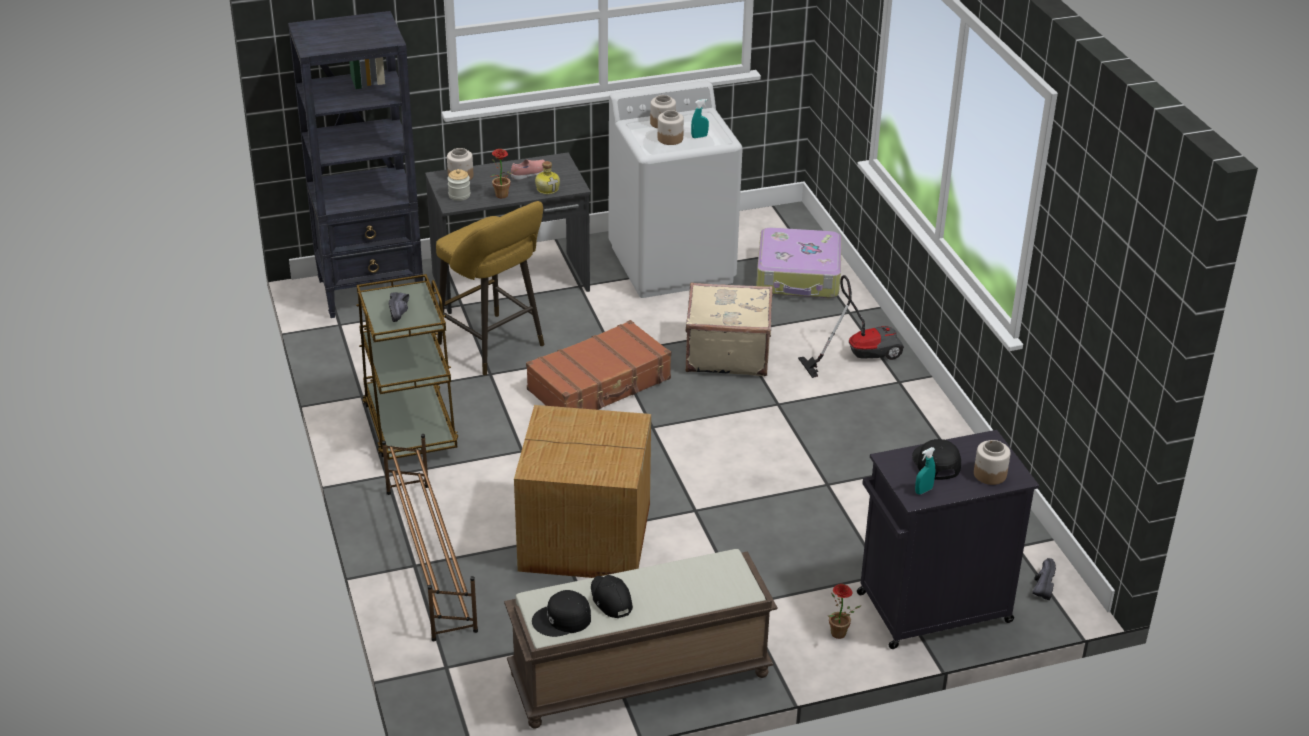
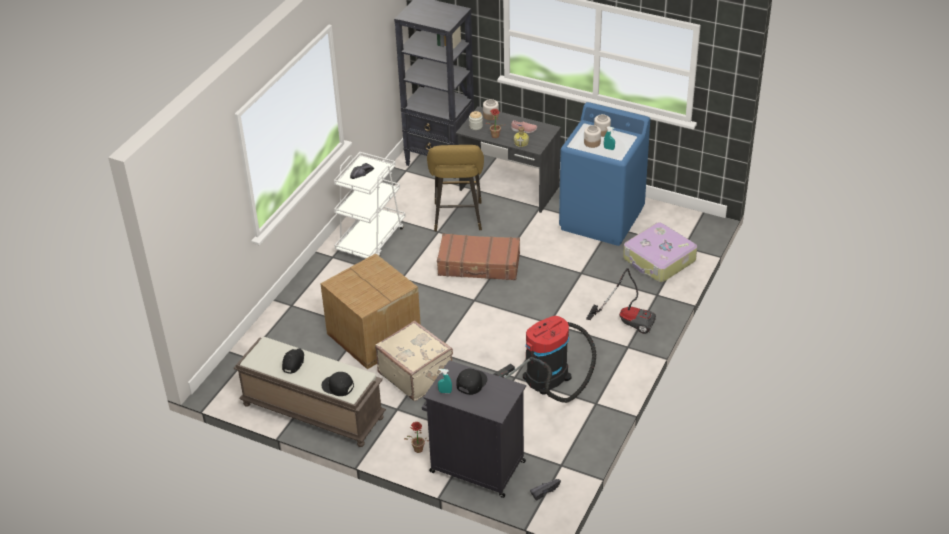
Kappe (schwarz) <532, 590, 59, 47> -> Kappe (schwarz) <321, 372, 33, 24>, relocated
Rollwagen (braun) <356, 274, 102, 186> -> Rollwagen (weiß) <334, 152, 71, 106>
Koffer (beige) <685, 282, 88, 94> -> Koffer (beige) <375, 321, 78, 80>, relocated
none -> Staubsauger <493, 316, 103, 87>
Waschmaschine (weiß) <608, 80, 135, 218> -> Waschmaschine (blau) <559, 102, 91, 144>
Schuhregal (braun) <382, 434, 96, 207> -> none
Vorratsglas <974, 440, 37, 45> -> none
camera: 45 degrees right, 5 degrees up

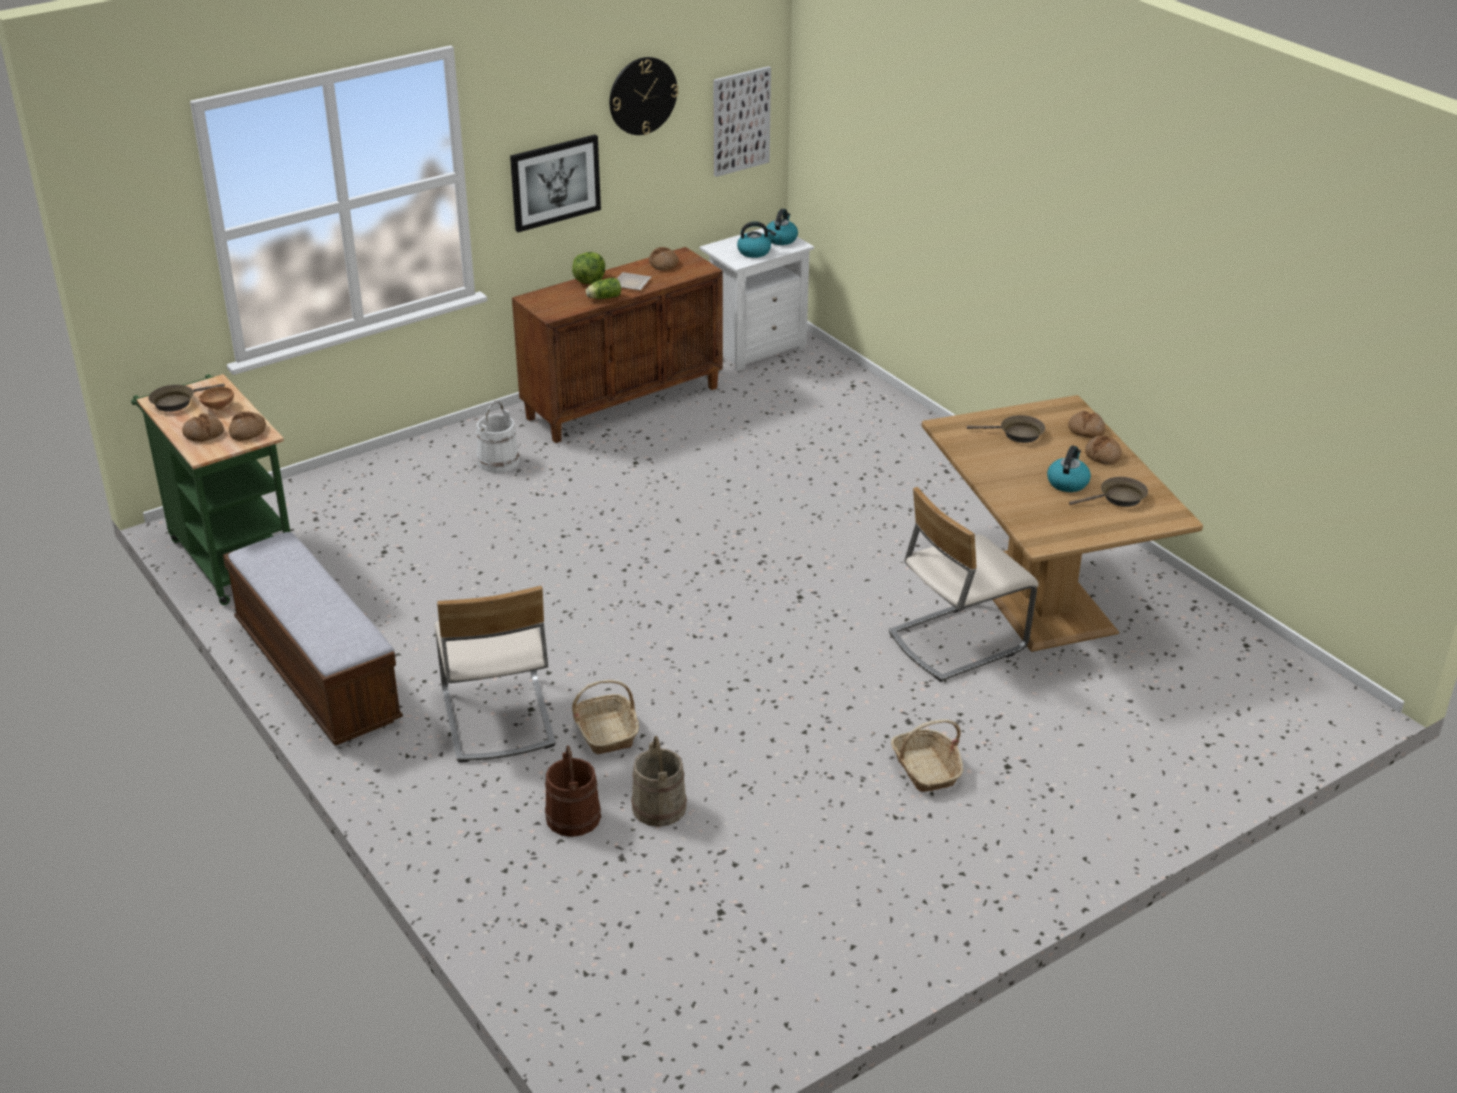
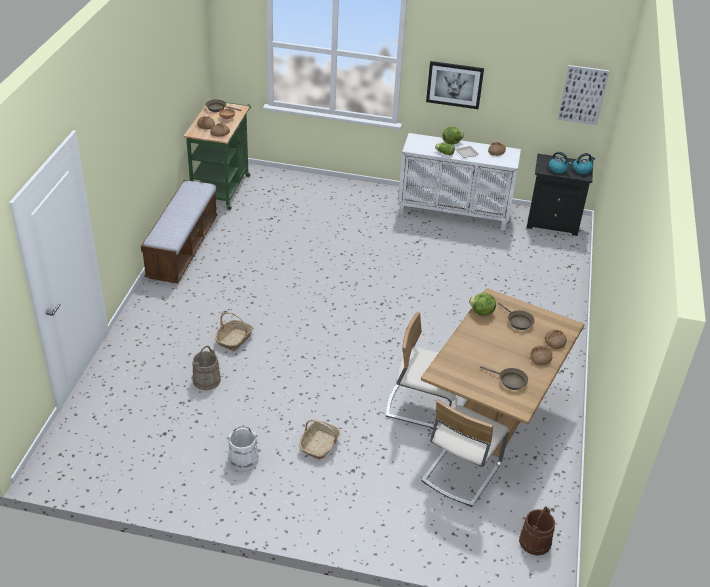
Eimer (weiß) <476, 401, 44, 72> -> Eimer (weiß) <226, 425, 33, 46>, relocated
Schrank (braun) <512, 247, 211, 196> -> Schrank (weiß) <398, 133, 123, 98>
Stuhl (beige) <434, 586, 122, 176> -> Stuhl (beige) <421, 400, 88, 107>, relocated
none -> Salatkopf <469, 293, 27, 23>
Eimer (braun) <545, 745, 56, 92> -> Eimer (braun) <519, 506, 36, 49>, relocated
Nachttisch (weiß) <699, 228, 115, 143> -> Nachttisch (schwarz) <527, 154, 66, 82>
Wanduhr <610, 57, 68, 78> -> none
Wasserkessel <1047, 446, 44, 46> -> none
camera: 45 degrees right, 5 degrees up

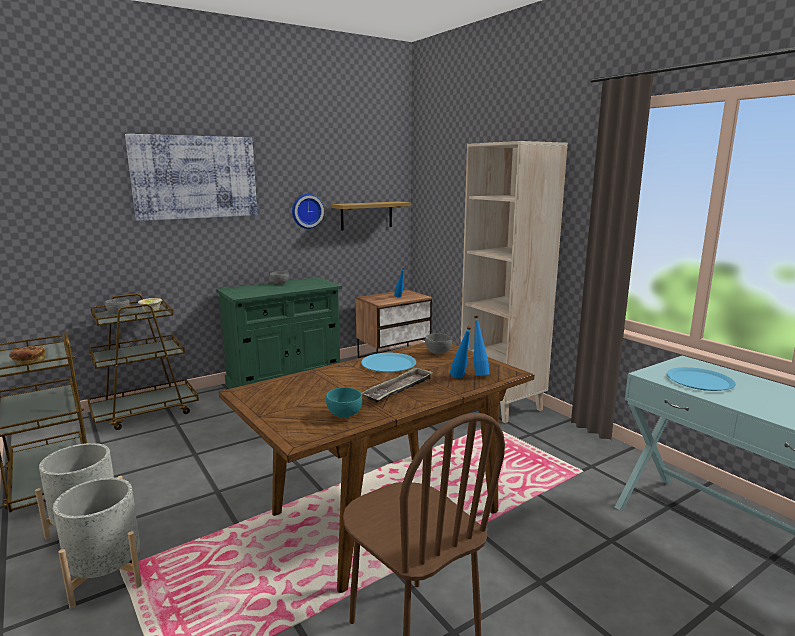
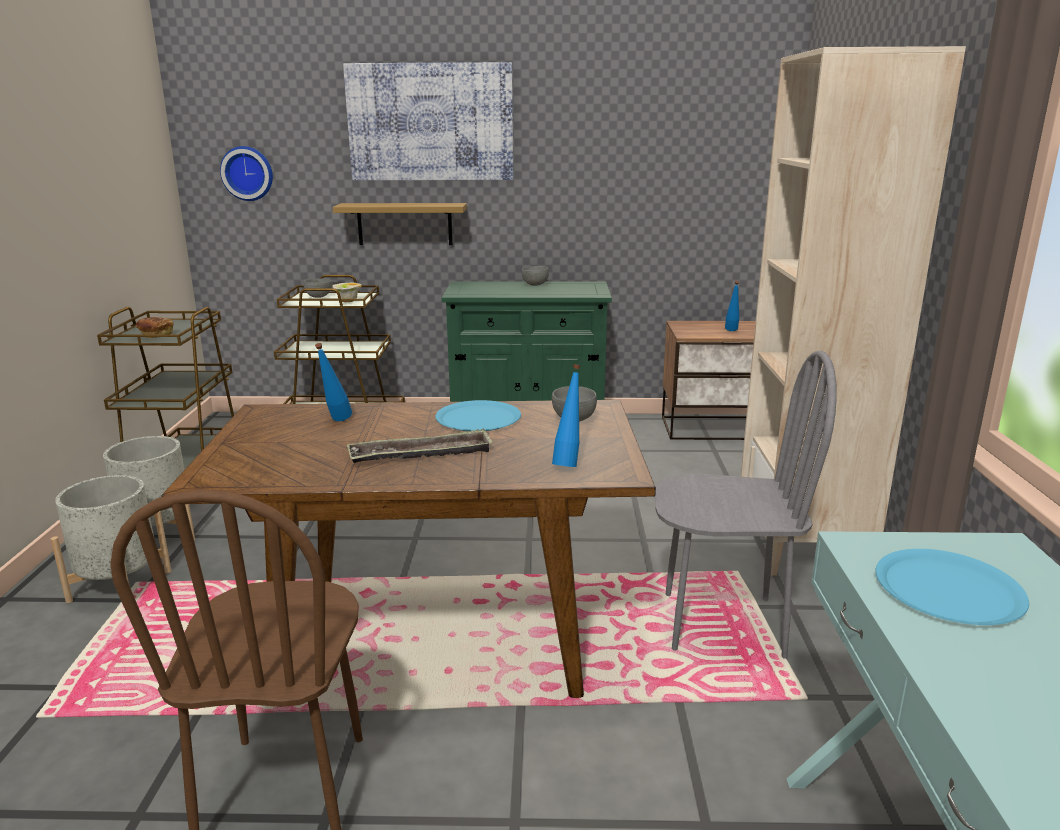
Wanduhr <292, 194, 32, 35> -> Wanduhr <220, 146, 53, 55>, relocated
Flasche (blau) <450, 325, 22, 54> -> Flasche (blau) <315, 343, 37, 78>, relocated
Wandregal <332, 201, 79, 30> -> Wandregal <332, 203, 135, 42>, relocated
none -> Stuhl (grau) <654, 351, 183, 308>
Schüssel (türkis) <326, 387, 36, 31> -> none
camera: 35 degrees right, 5 degrees up

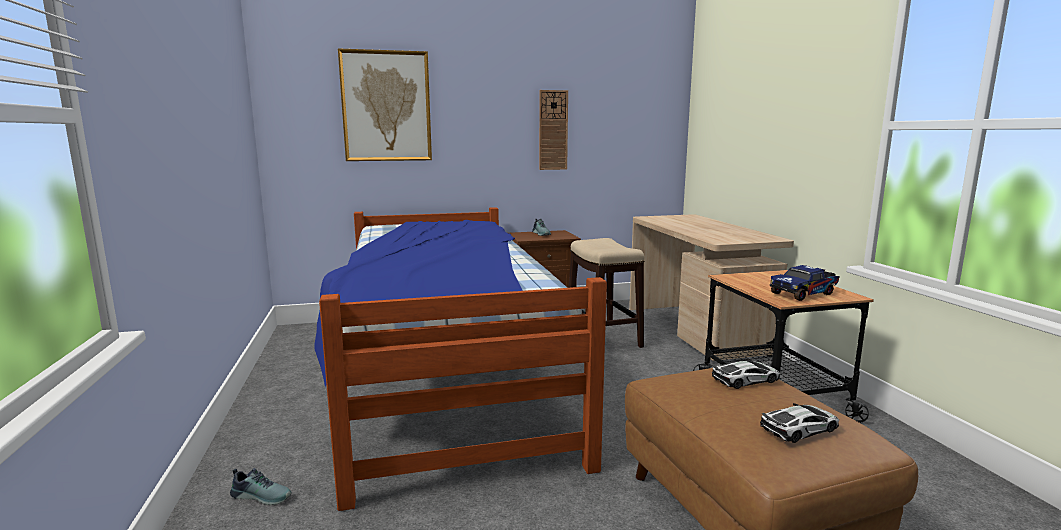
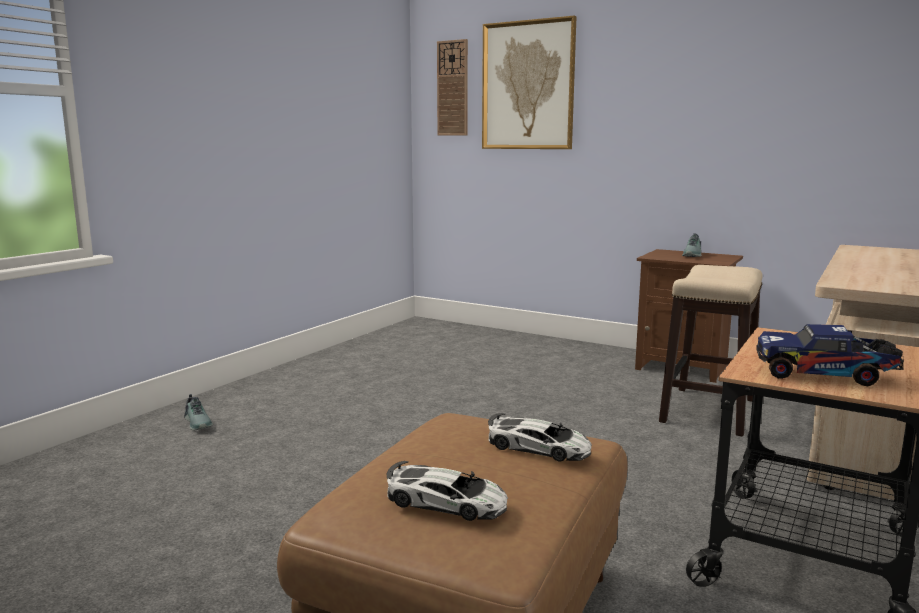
Wanduhr <539, 90, 29, 80> -> Wanduhr <437, 39, 31, 97>, relocated
Bett <314, 207, 293, 304> -> none
camera: 45 degrees right, 0 degrees up

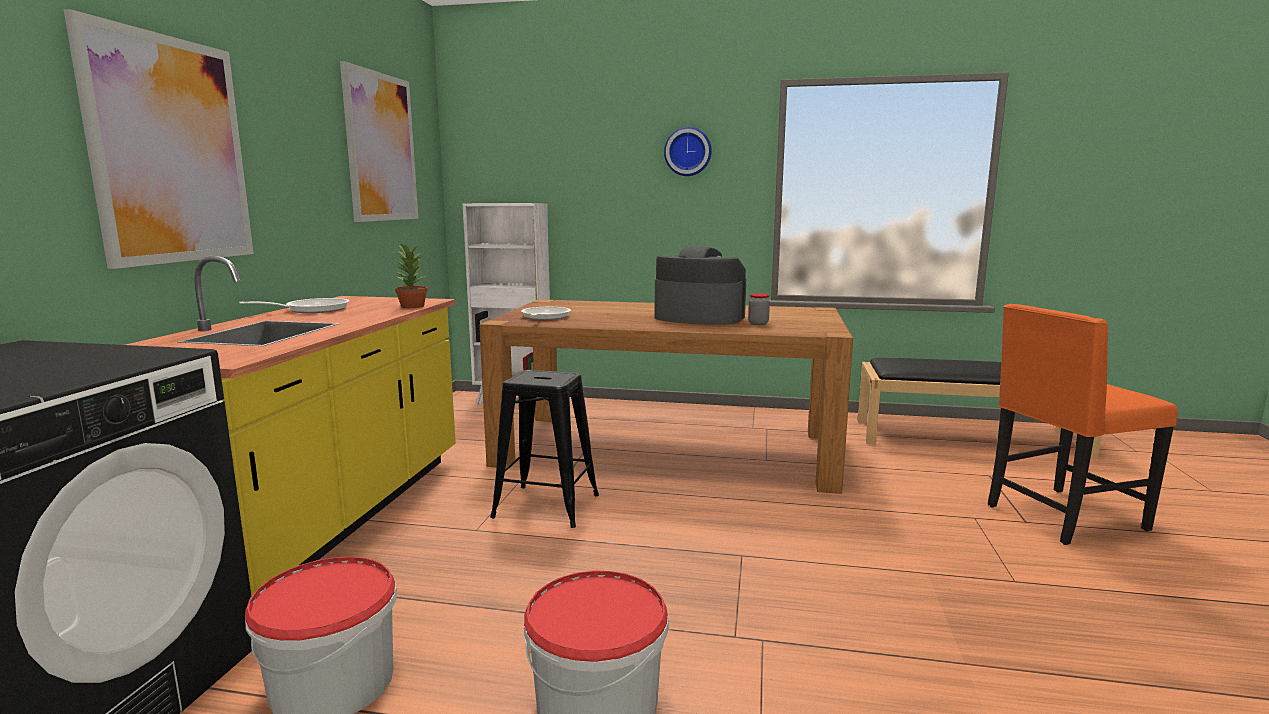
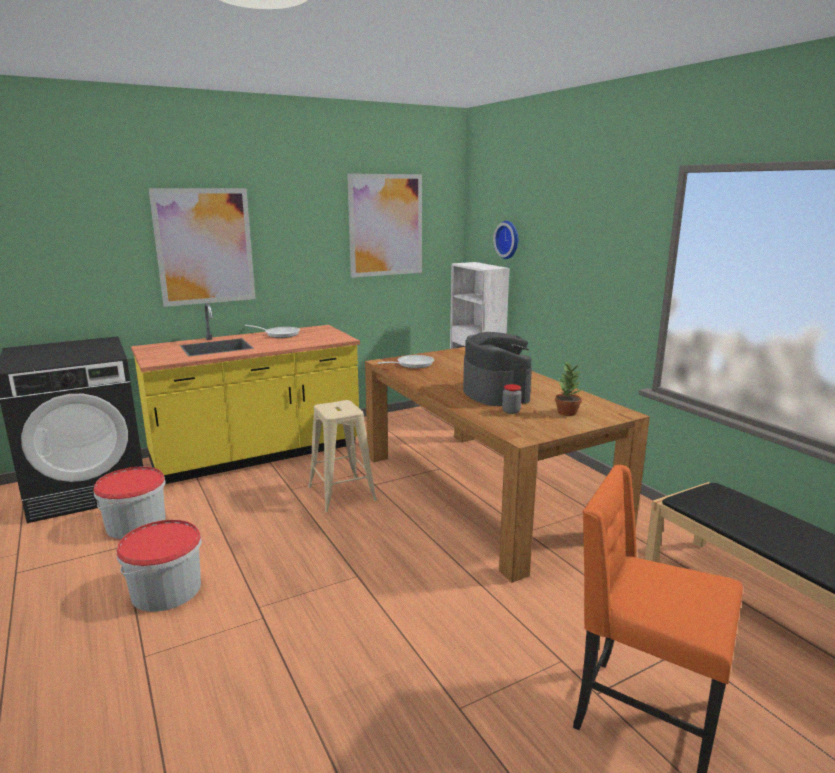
Hocker (schwarz) <490, 370, 109, 158> -> Hocker (beige) <308, 400, 69, 112>
Wanduhr <664, 127, 48, 49> -> Wanduhr <493, 221, 25, 38>, relocated
Topfpflanze <395, 243, 33, 65> -> Topfpflanze <555, 362, 27, 54>, relocated
camera: 50 degrees right, 5 degrees up

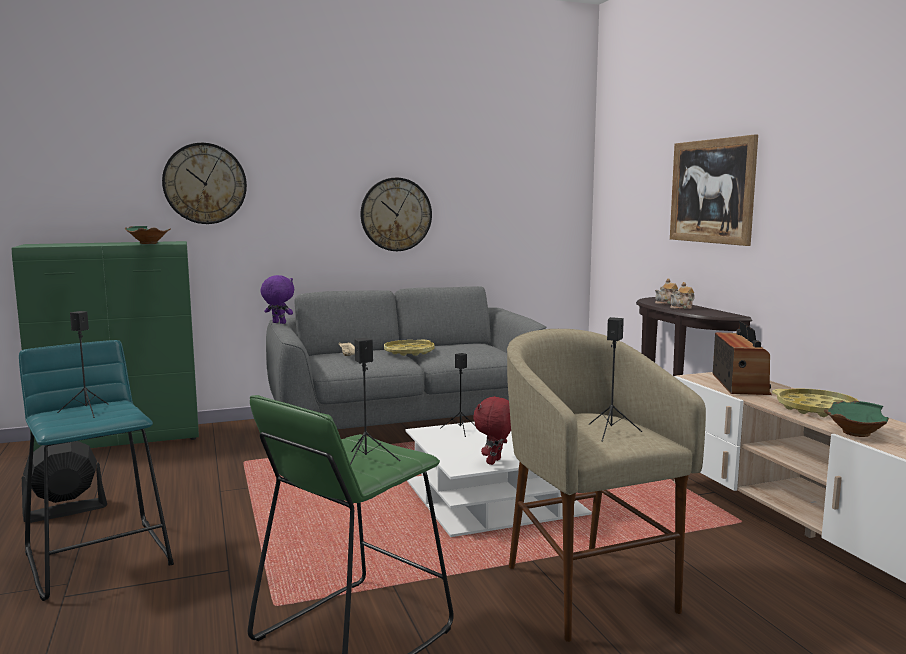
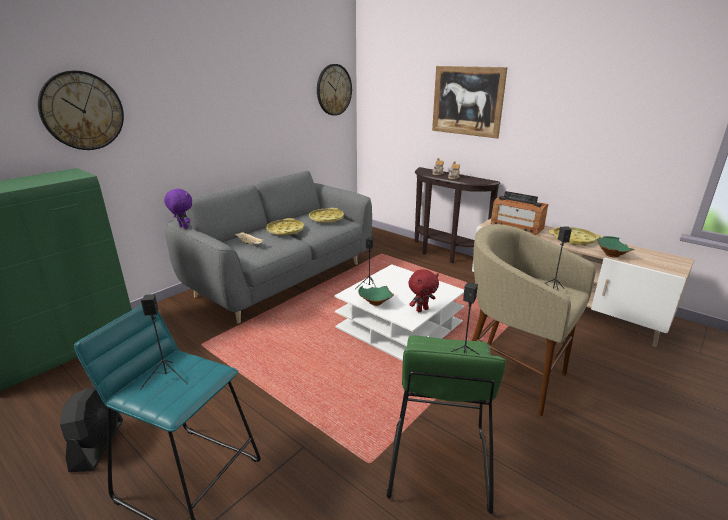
Ventilator (schwarz) <22, 441, 85, 82> -> Ventilator (schwarz) <60, 387, 63, 85>, 150 degrees clockwise
Plüschtier (lila) <261, 275, 33, 49> -> Plüschtier (lila) <164, 188, 28, 41>, 45 degrees clockwise
none -> Tablett (gelb) <309, 208, 35, 15>
Wanduhr <361, 178, 71, 73> -> Wanduhr <317, 64, 35, 52>, relocated
Schüssel (grün) <125, 226, 46, 18> -> Schüssel (grün) <358, 286, 36, 20>, relocated
Plüschtier (rot) <473, 396, 38, 69> -> Plüschtier (rot) <408, 269, 31, 43>, 120 degrees counterclockwise
Radio <713, 321, 59, 74> -> Radio <490, 191, 58, 44>, 150 degrees clockwise
camera: 30 degrees left, 15 degrees up

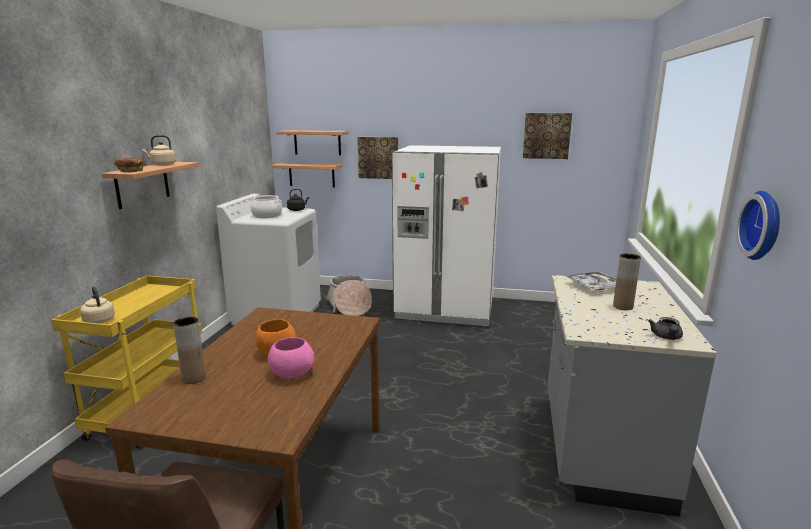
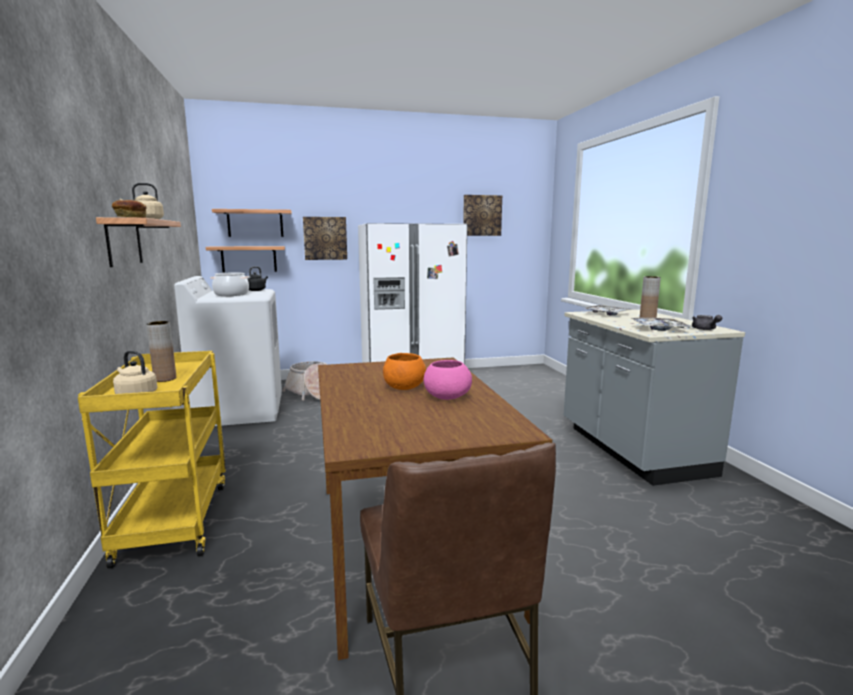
Vase (braun) <173, 317, 33, 67> -> Vase (braun) <146, 321, 30, 61>, relocated
none -> Tablett <631, 317, 62, 14>
Wanduhr <736, 191, 44, 69> -> none
camera: 25 degrees left, 5 degrees down

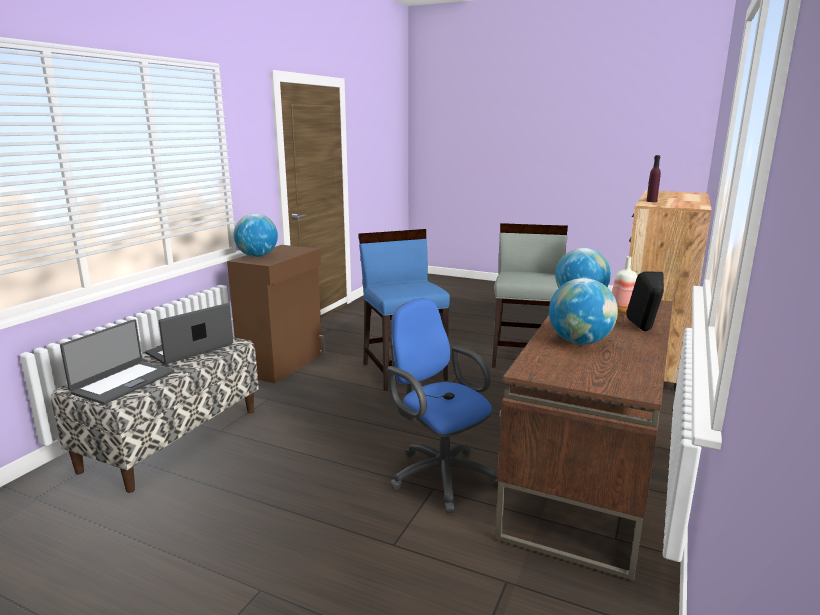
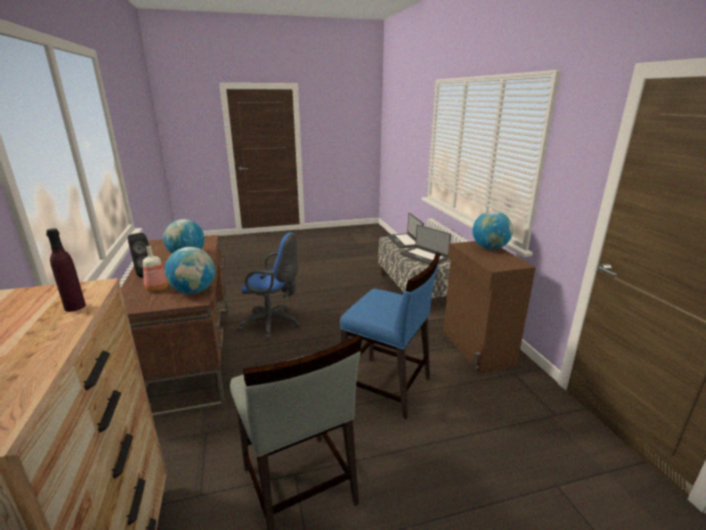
Laptop <145, 303, 88, 62> -> Laptop <400, 225, 51, 40>, 135 degrees clockwise
camera: 140 degrees right, 5 degrees up

